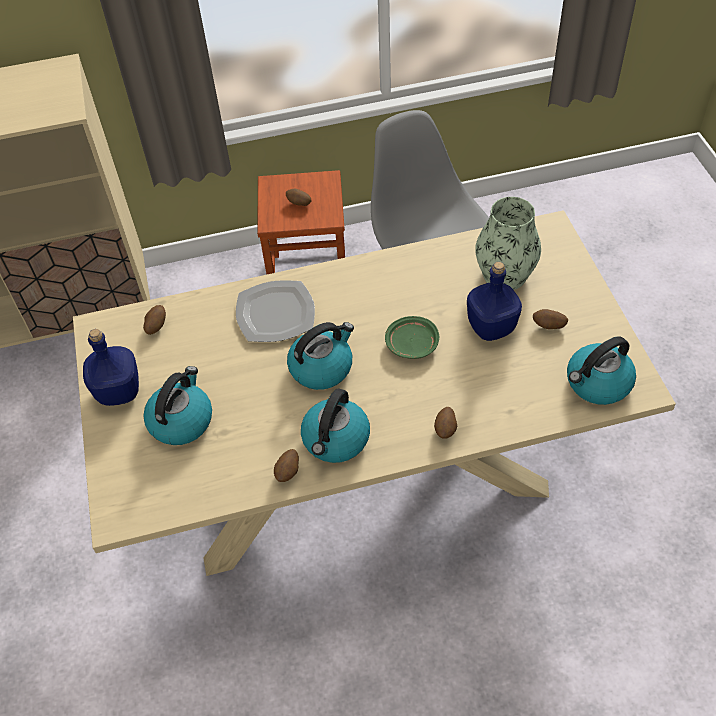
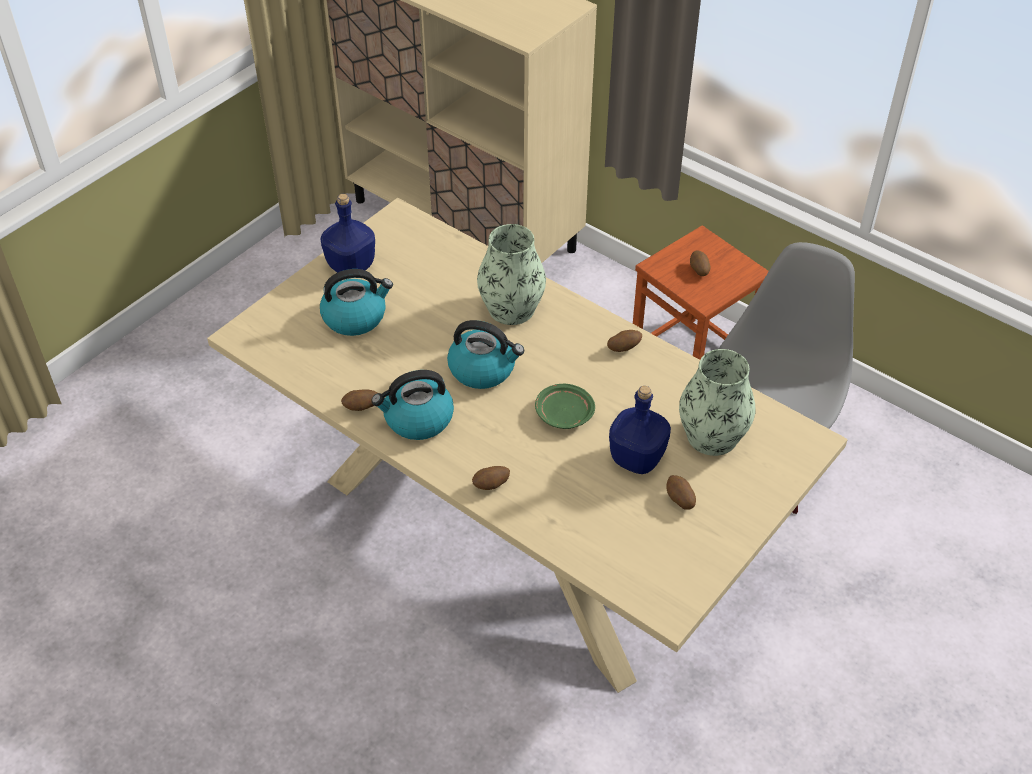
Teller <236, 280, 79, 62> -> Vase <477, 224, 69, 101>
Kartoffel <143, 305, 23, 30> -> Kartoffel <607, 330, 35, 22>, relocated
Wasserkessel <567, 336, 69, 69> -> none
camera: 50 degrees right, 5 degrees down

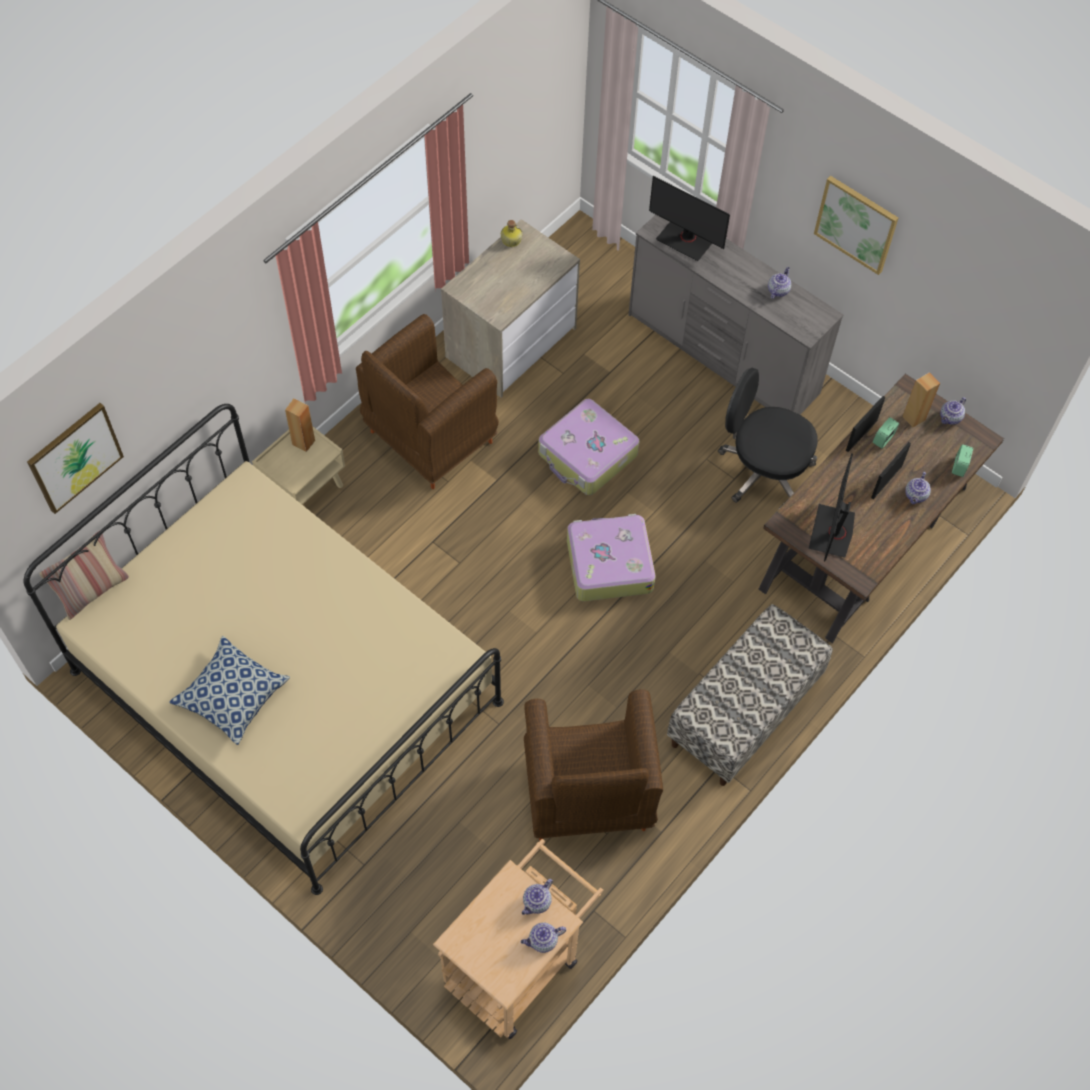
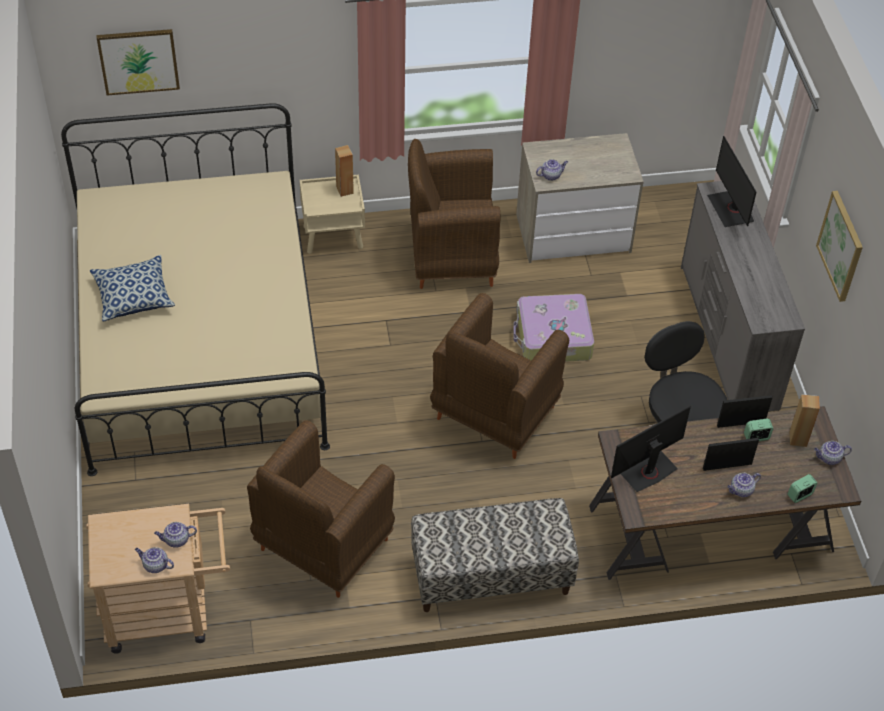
Koffer <567, 514, 89, 87> -> Sessel (braun) <430, 293, 139, 166>
Teekanne <768, 267, 23, 32> -> Teekanne <536, 159, 32, 22>, relocated
Kissen <39, 530, 90, 90> -> none
Flasche <501, 220, 21, 27> -> none
camera: 40 degrees right, 10 degrees down

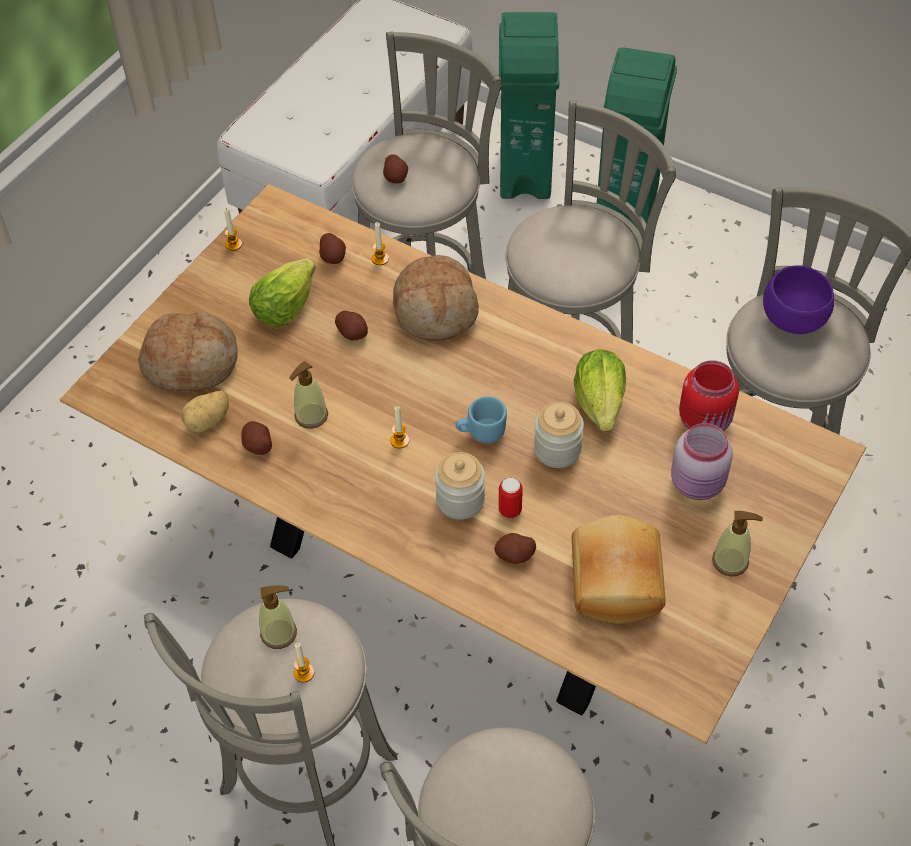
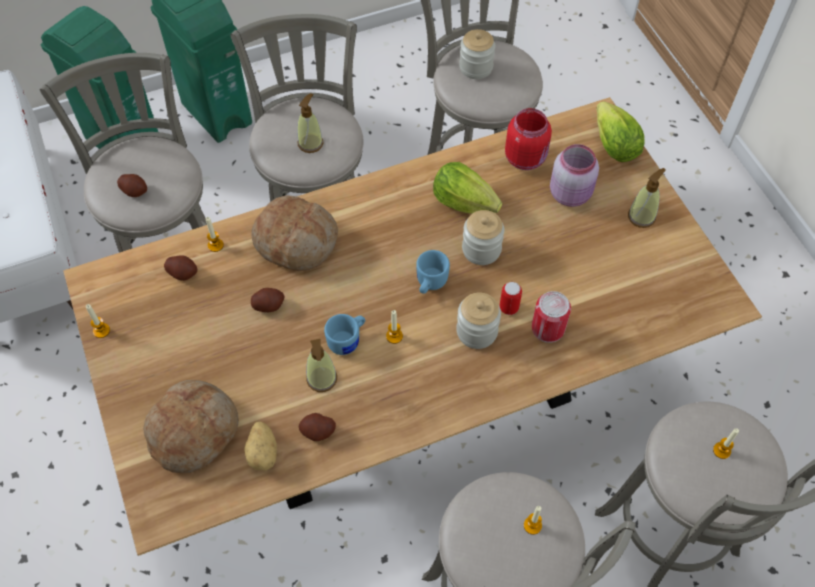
Seifenspender <259, 585, 38, 64> -> Seifenspender <297, 93, 26, 60>, relocated
none -> Henkelbecher (blau) <324, 314, 41, 41>
Schüssel (lila) <763, 265, 71, 69> -> Vorratsglas <459, 29, 36, 50>
Kartoffel <494, 533, 42, 31> -> Dose <532, 291, 39, 52>
Salatkopf <249, 258, 66, 69> -> Salatkopf <596, 101, 49, 61>, relocated
none -> Kerze <713, 428, 26, 31>
Brot <572, 515, 94, 109> -> none
camera: 55 degrees left, 5 degrees up

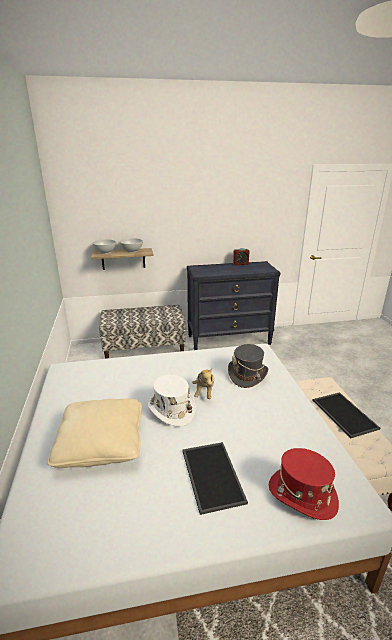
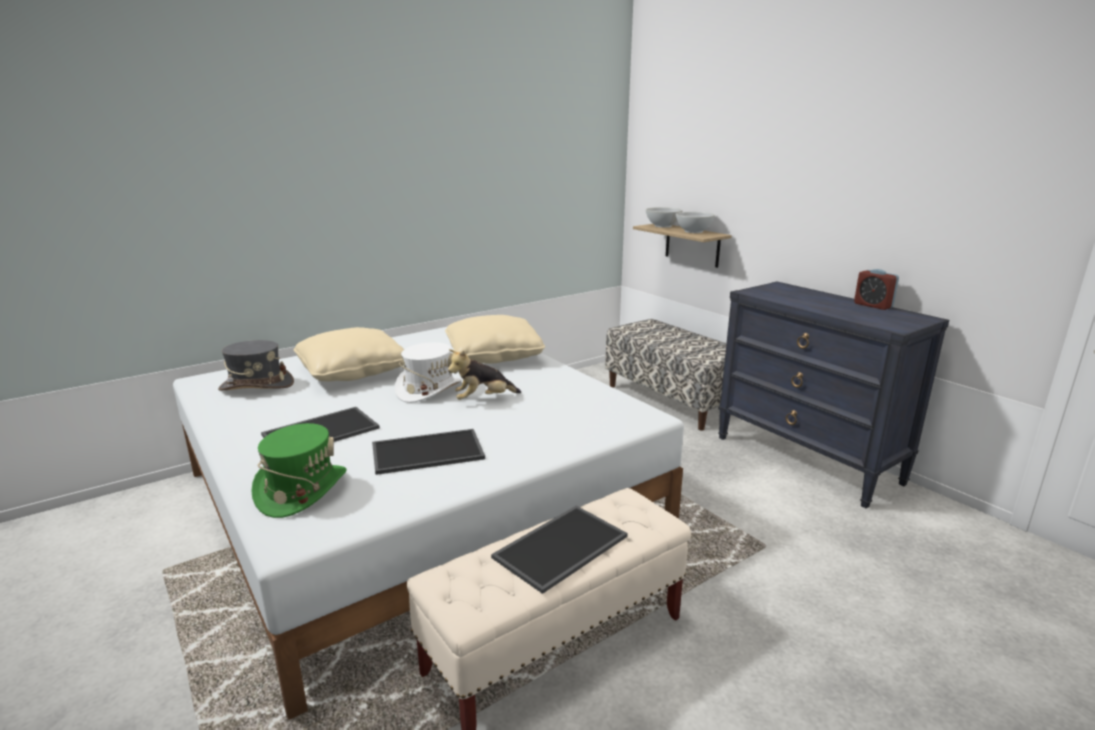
Hut (grau) <228, 344, 40, 44> -> Hut (grau) <218, 340, 76, 51>, relocated
Hut (rot) <269, 448, 70, 72> -> Hut (grün) <251, 423, 96, 95>
none -> Tablett <372, 429, 113, 46>
none -> Kissen (beige) <445, 315, 100, 49>
camera: 65 degrees right, 5 degrees down

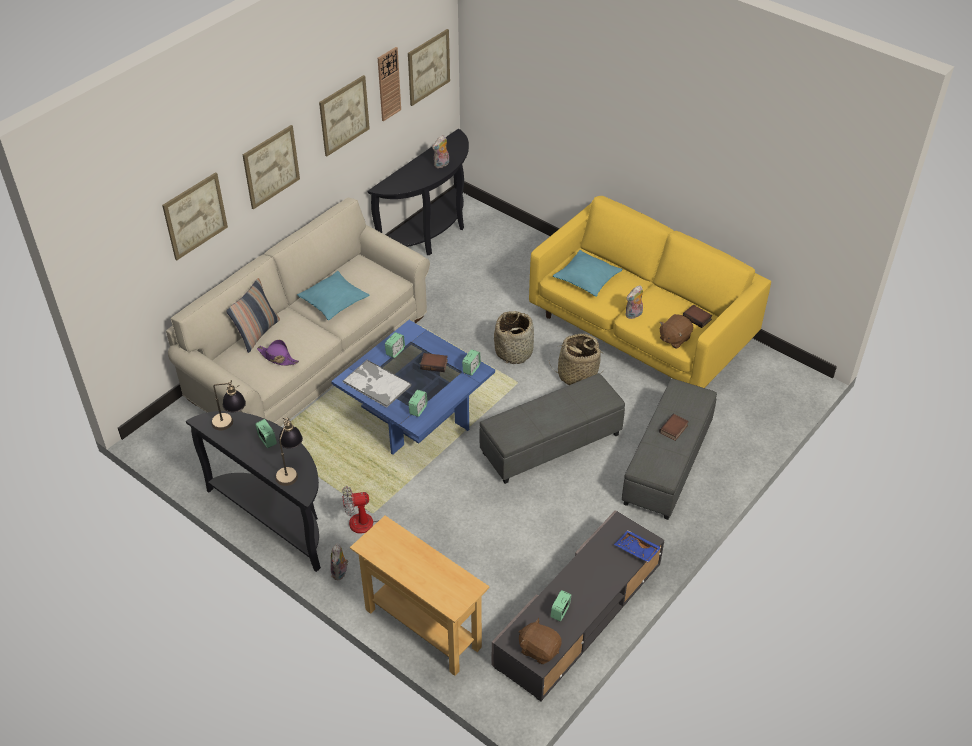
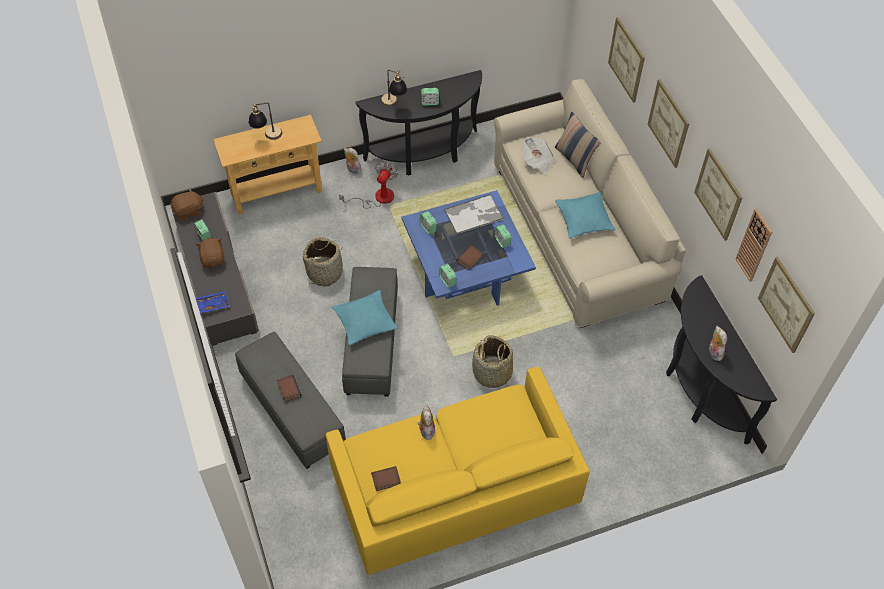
Plüschtier (braun) <660, 314, 33, 35> -> Plüschtier (braun) <196, 238, 28, 30>, relocated
Tischlampe <211, 380, 35, 50> -> Tischlampe <249, 102, 33, 38>, relocated
Korb <549, 334, 53, 51> -> Korb <303, 237, 40, 49>, relocated
Kissen (türkis) <553, 250, 70, 47> -> Kissen (türkis) <332, 290, 66, 55>, relocated
Hut (lila) <257, 340, 42, 26> -> Zeitung <521, 137, 34, 37>
camera: 120 degrees right, 10 degrees up

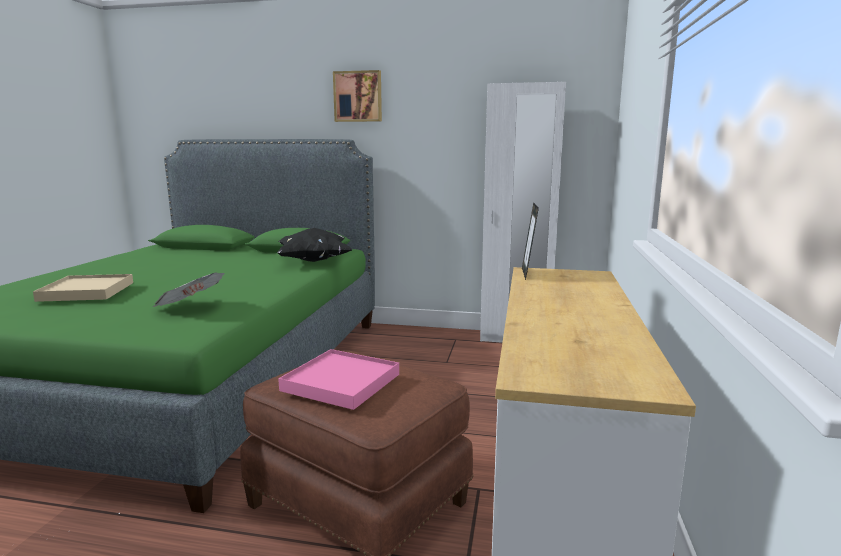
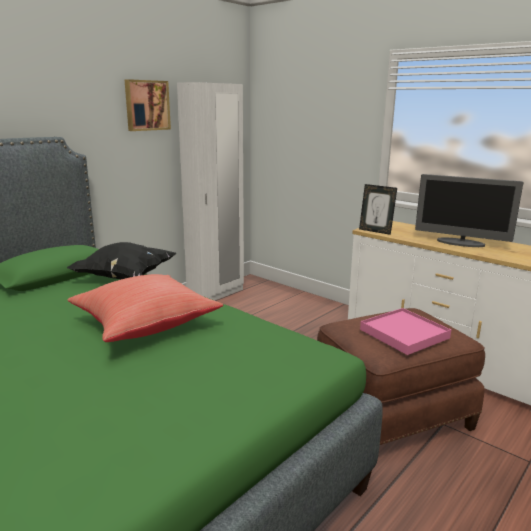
none -> Kissen (rot) <67, 274, 156, 68>
Bild <333, 70, 49, 52> -> Bild <125, 79, 46, 52>, relocated
none -> Monitor <415, 174, 108, 73>
Tablett (beige) <33, 274, 100, 28> -> none
Zeitung <152, 272, 72, 35> -> none
camera: 60 degrees left, 5 degrees up

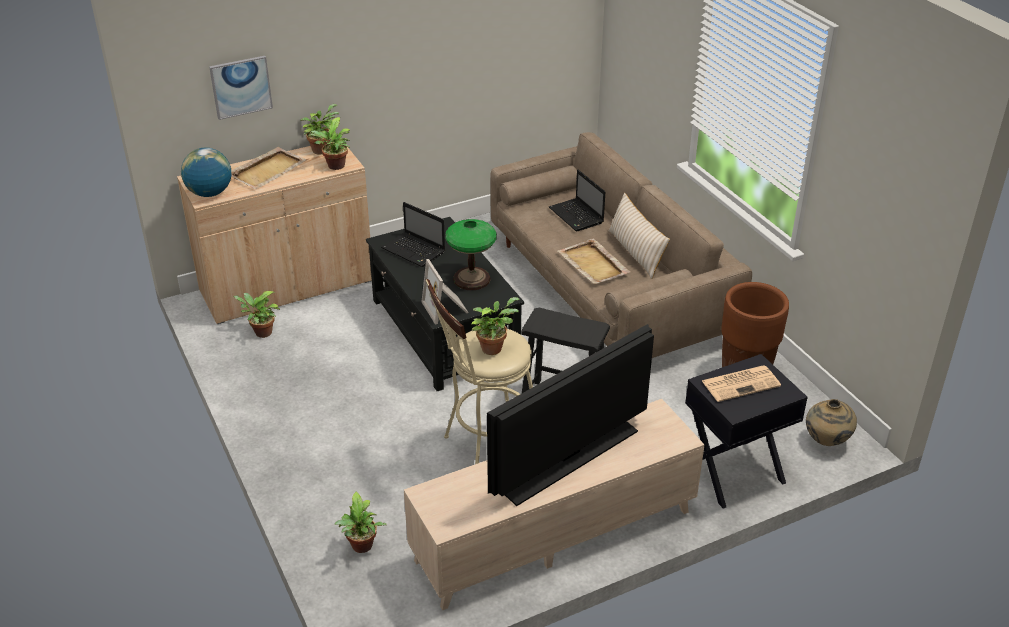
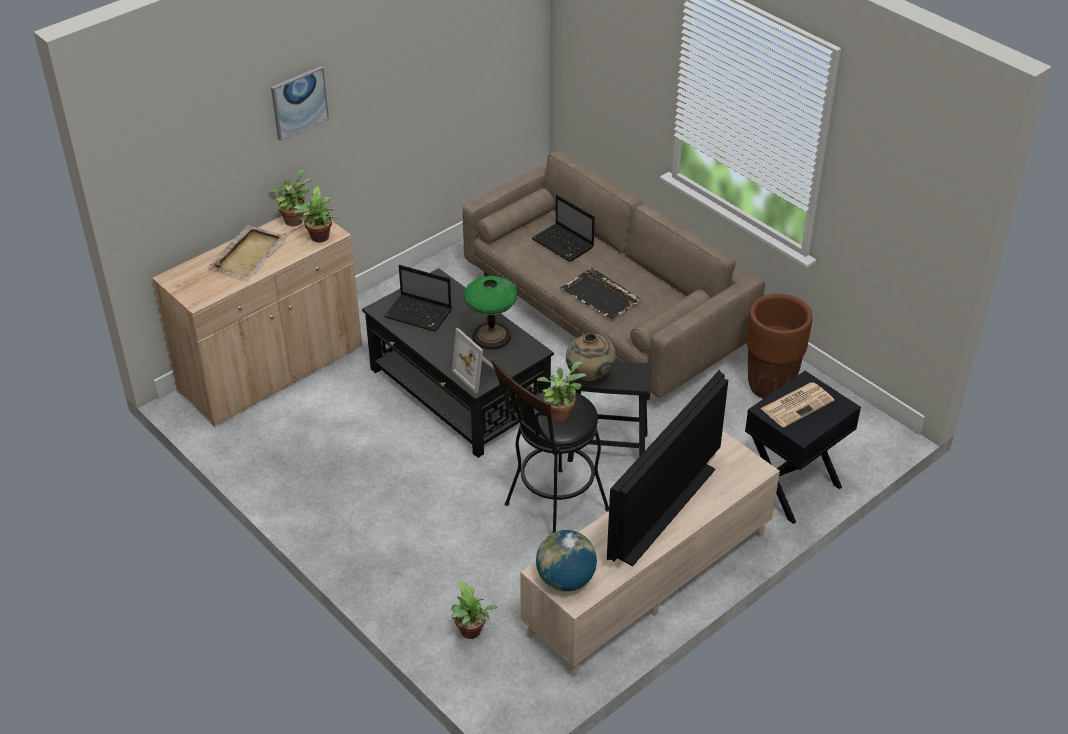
Bild <209, 56, 64, 64> -> Bild <271, 66, 58, 75>, relocated
Hocker (beige) <426, 279, 107, 185> -> Hocker (schwarz) <491, 359, 118, 174>
Globus <181, 148, 50, 49> -> Globus <536, 530, 61, 61>, relocated
Tablett (beige) <557, 238, 73, 46> -> Tablett (schwarz) <560, 268, 82, 51>
Vase (beige) <806, 399, 51, 47> -> Vase (beige) <566, 333, 50, 48>, relocated
Topfpflanze <233, 291, 47, 47> -> none
Kissen (beige) <608, 193, 62, 86> -> none
camera: 15 degrees left, 5 degrees up

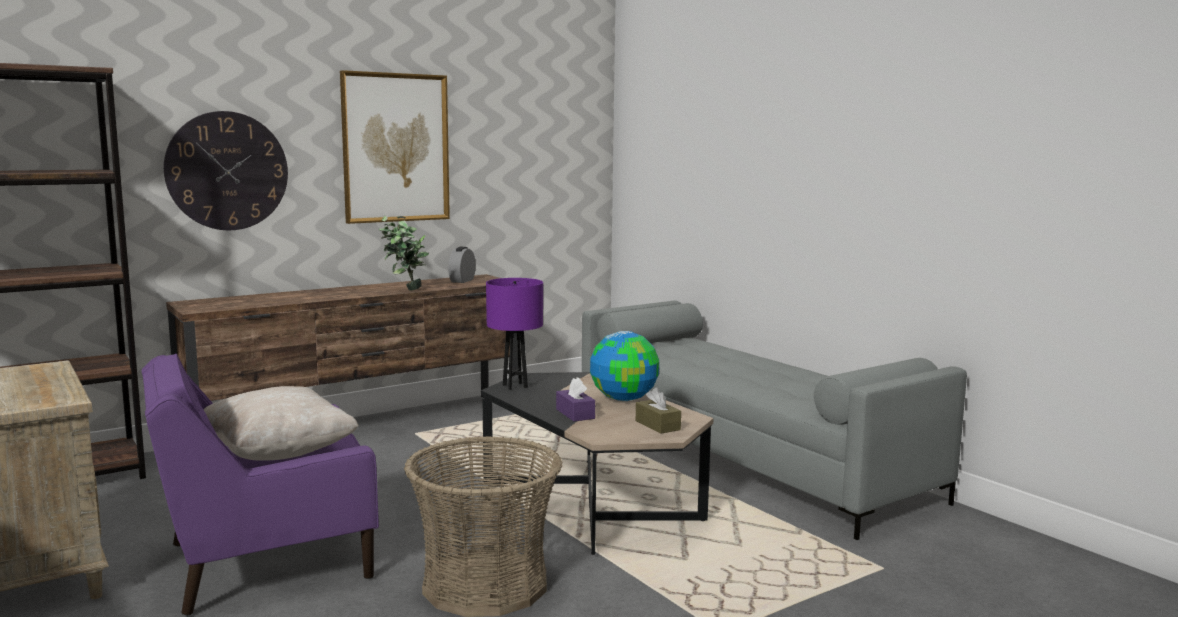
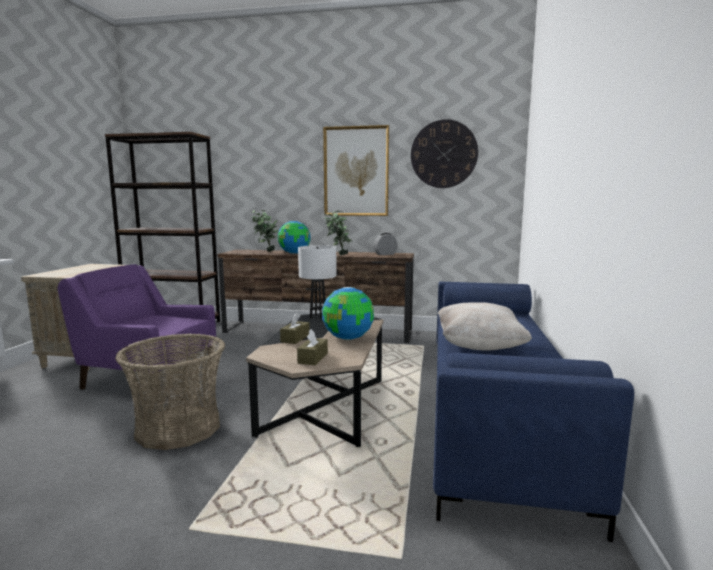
none -> Topfpflanze <251, 210, 28, 42>
none -> Globus <278, 221, 32, 33>
Taschentuchbox (lila) <556, 377, 39, 45> -> Taschentuchbox (braun) <280, 313, 30, 31>
Tischlampe (lila) <486, 278, 57, 112> -> Tischlampe (weiß) <298, 245, 38, 74>
Wanduhr <164, 111, 124, 119> -> Wanduhr <411, 119, 67, 69>, relocated
Sofa (grau) <582, 301, 385, 239> -> Sofa (blau) <433, 282, 201, 260>
Kissen (beige) <203, 386, 156, 75> -> Kissen (beige) <438, 302, 94, 49>, relocated
camera: 45 degrees right, 0 degrees up

